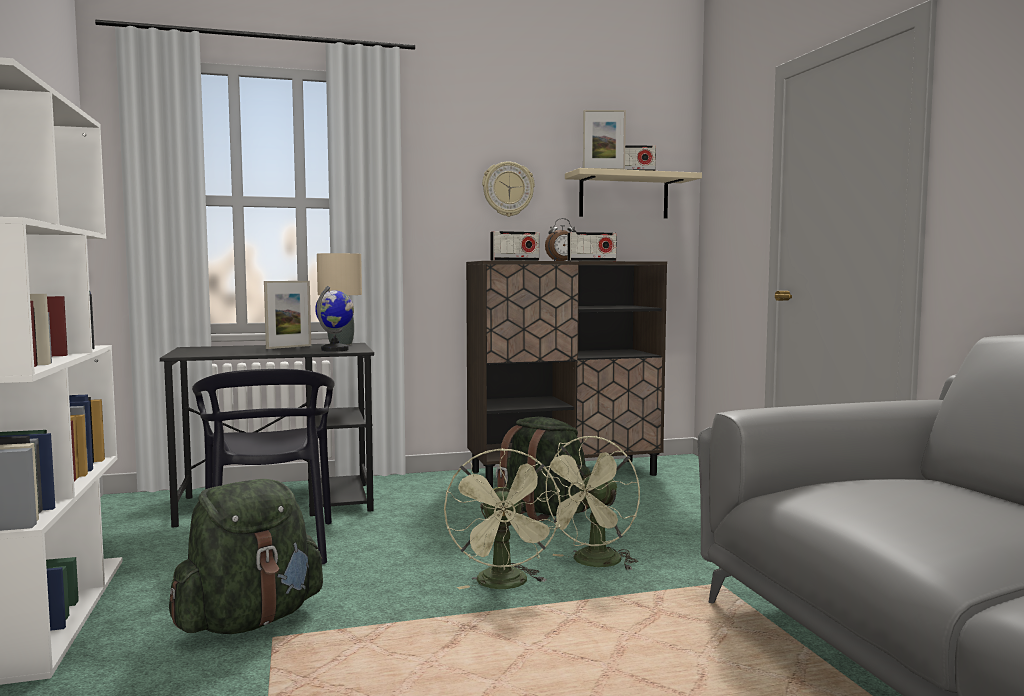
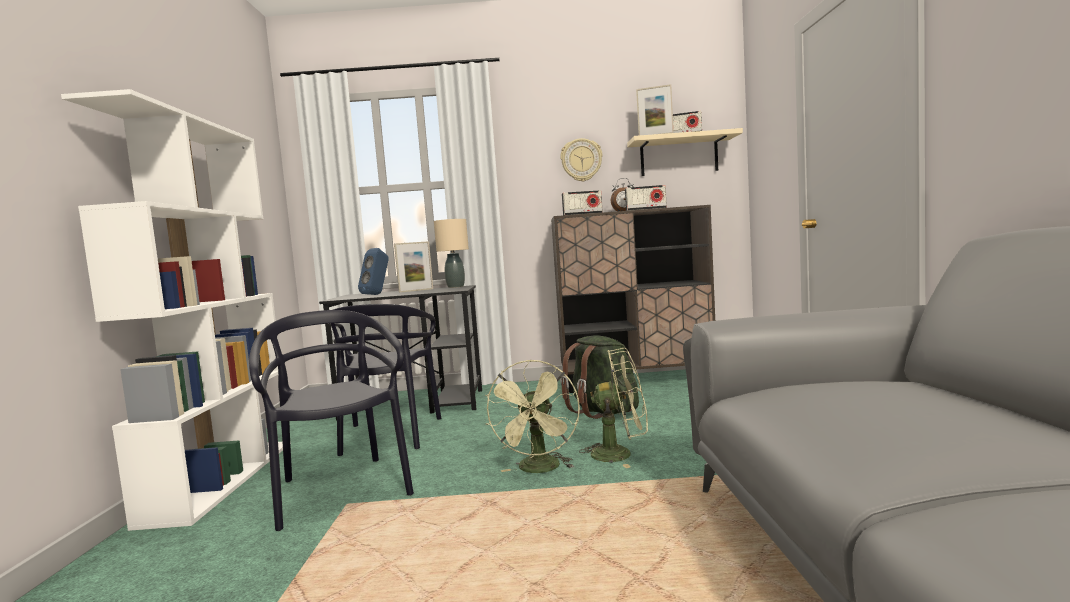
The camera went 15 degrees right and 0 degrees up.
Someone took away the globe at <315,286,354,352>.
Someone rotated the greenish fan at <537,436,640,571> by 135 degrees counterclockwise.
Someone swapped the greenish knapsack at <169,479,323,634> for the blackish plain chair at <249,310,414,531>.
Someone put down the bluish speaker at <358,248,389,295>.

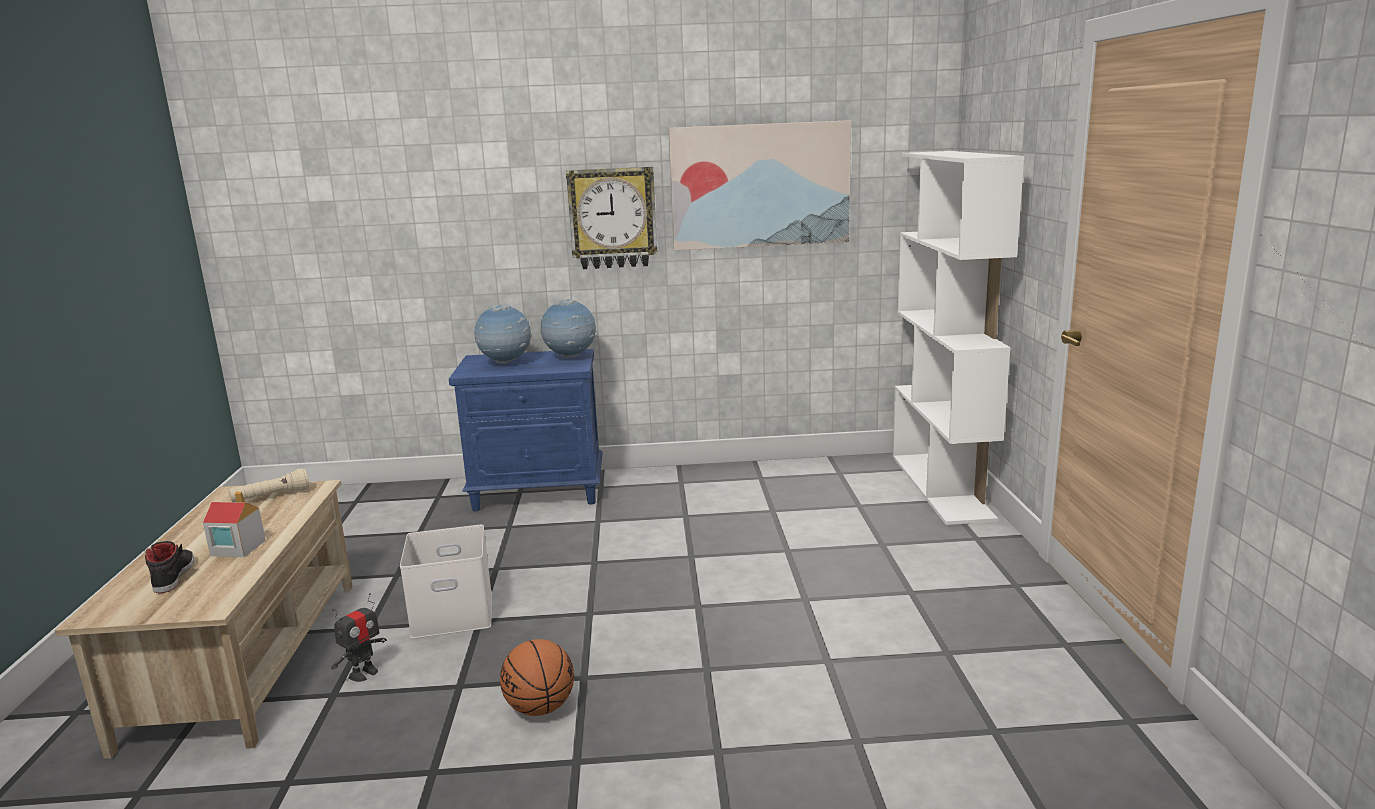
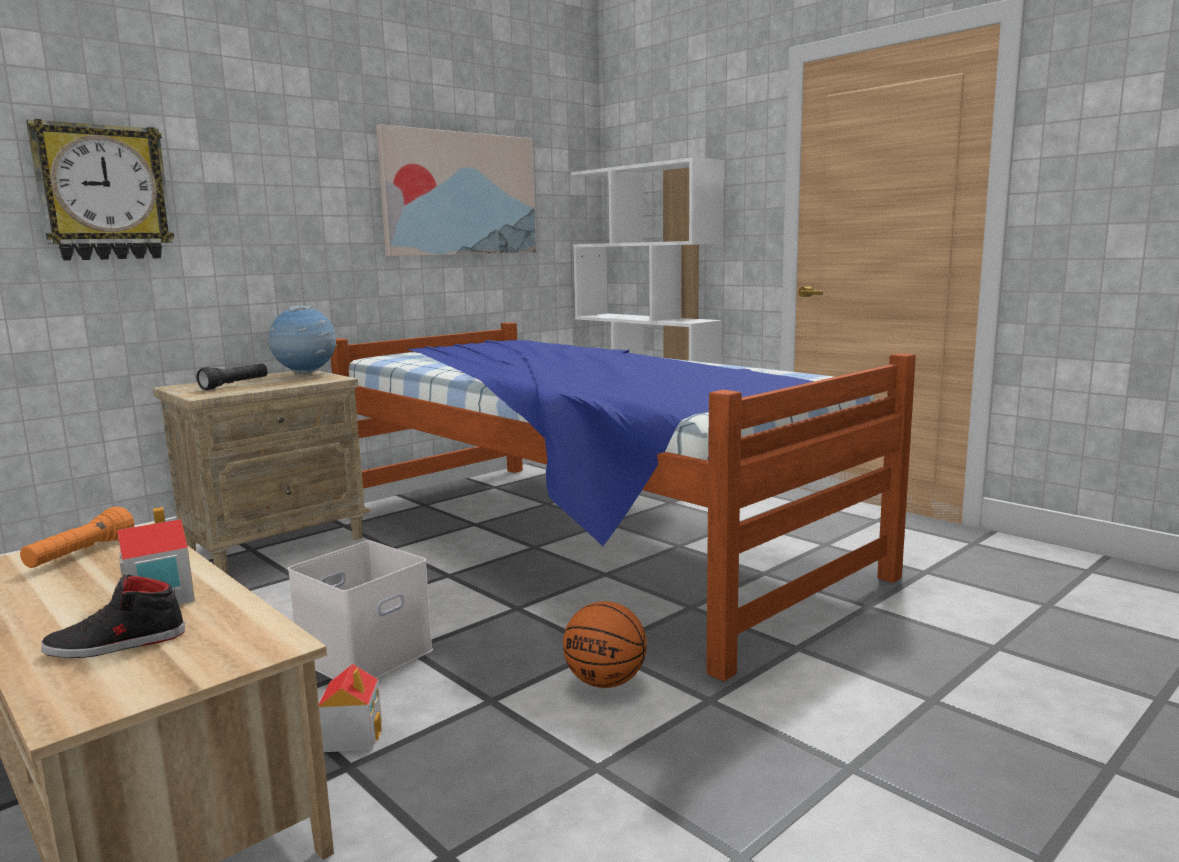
The camera went 40 degrees left and 5 degrees down.
Someone carried the clock on the wall from <566,167,657,269> to <26,119,174,261>.
Someone swapped the globe at <474,304,531,364> for the blackish hand torch at <197,363,267,390>.
Someone repainted the bluish nightstand at <449,349,603,511>, which became the sand-coloured nightstand at <153,371,371,574>.
Someone repainted the sand-coloured hand torch at <229,468,309,502>, which became the orange hand torch at <20,507,134,568>.
Someone rotated the blackish item of footwear at <143,541,194,593> by 60 degrees counterclockwise.
Someone swapped the model robot at <331,593,387,682> for the model house at <319,664,382,752>.
Someone put down the sleeping bed at <331,322,916,681>.

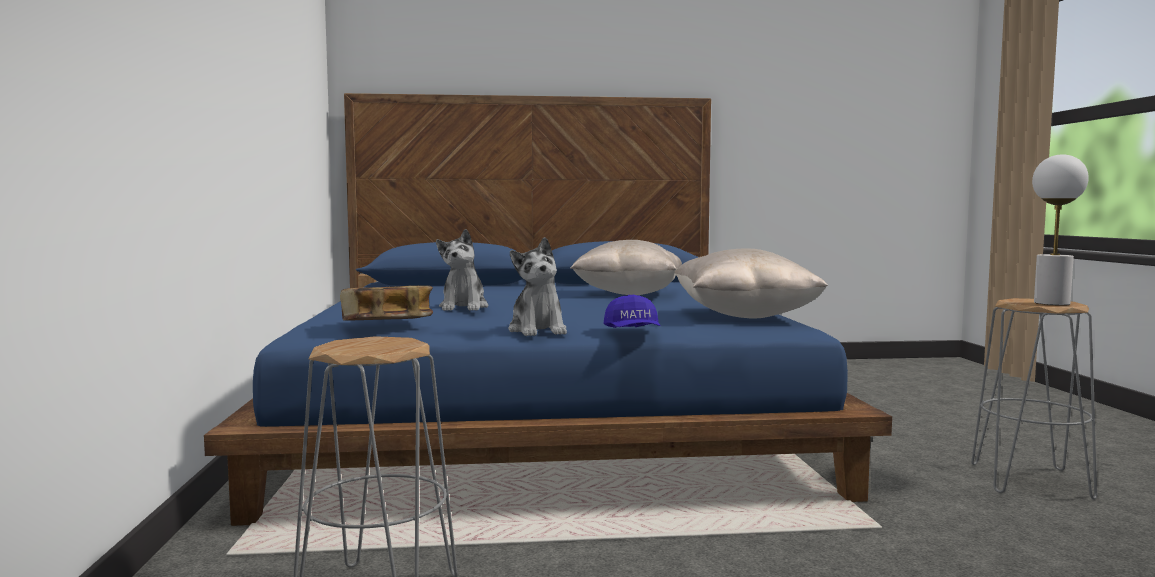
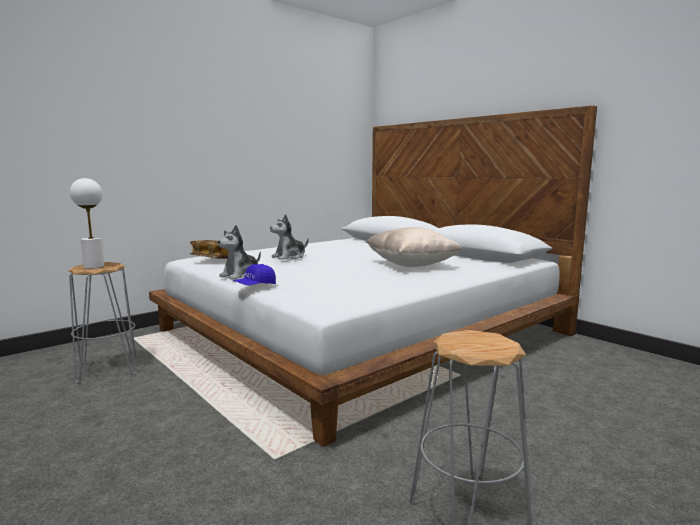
The camera went 55 degrees right and 5 degrees up.
Someone repainted the bluish sleeping bed at <204,93,892,526>, which became the white sleeping bed at <149,105,597,447>.
Someone carried the white tabletop lamp from <1032,154,1089,305> to <70,178,104,269>.
Someone took away the sand-coloured pillow at <674,249,828,318>.

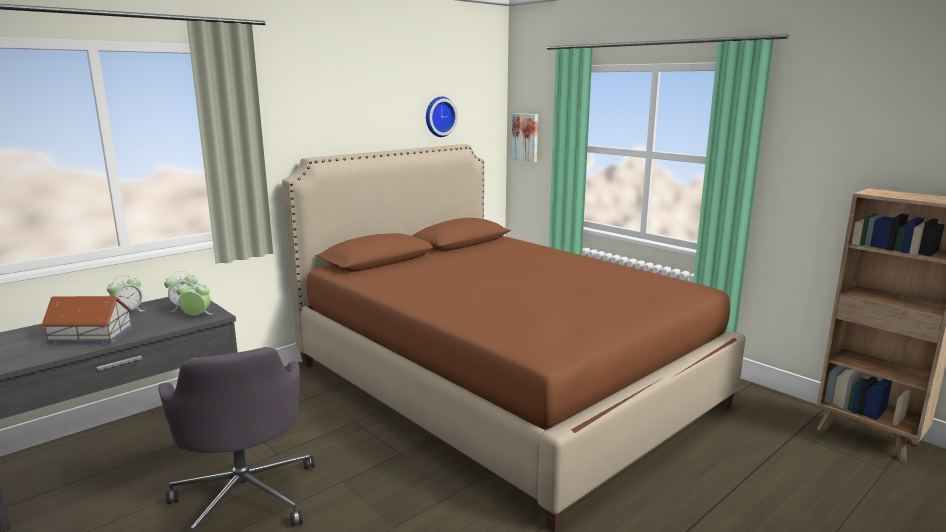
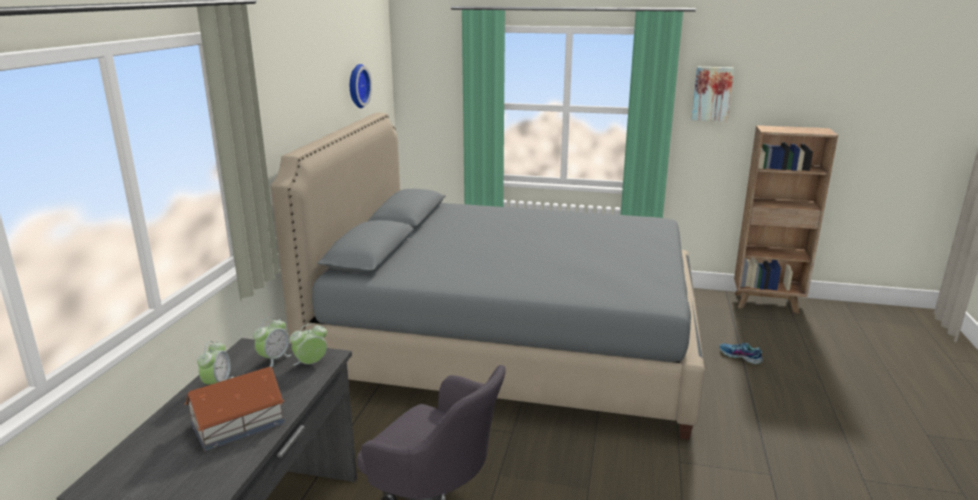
The camera went 35 degrees left and 5 degrees up.
Someone carried the wall picture from <512,113,538,163> to <691,67,734,122>.
Someone repainted the brown-coloured sleeping bed at <282,144,746,532>, which became the greyish sleeping bed at <271,113,705,440>.
Someone put down the item of footwear at <719,342,763,365>.

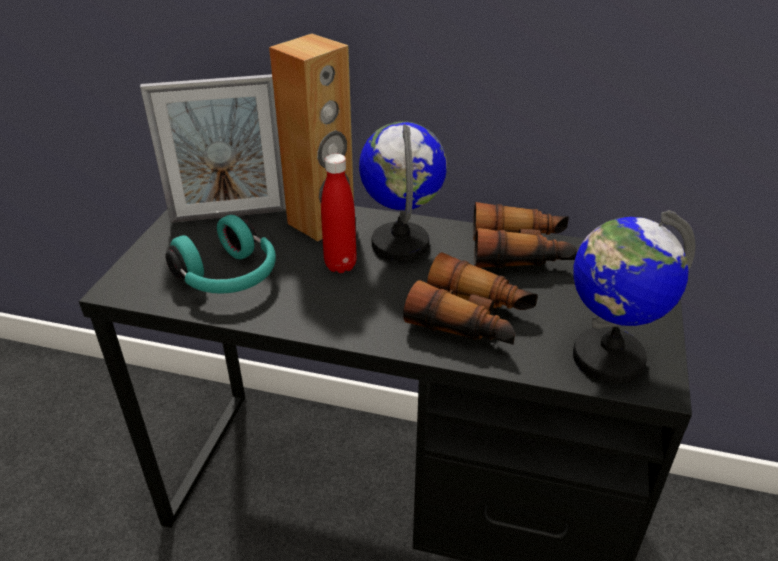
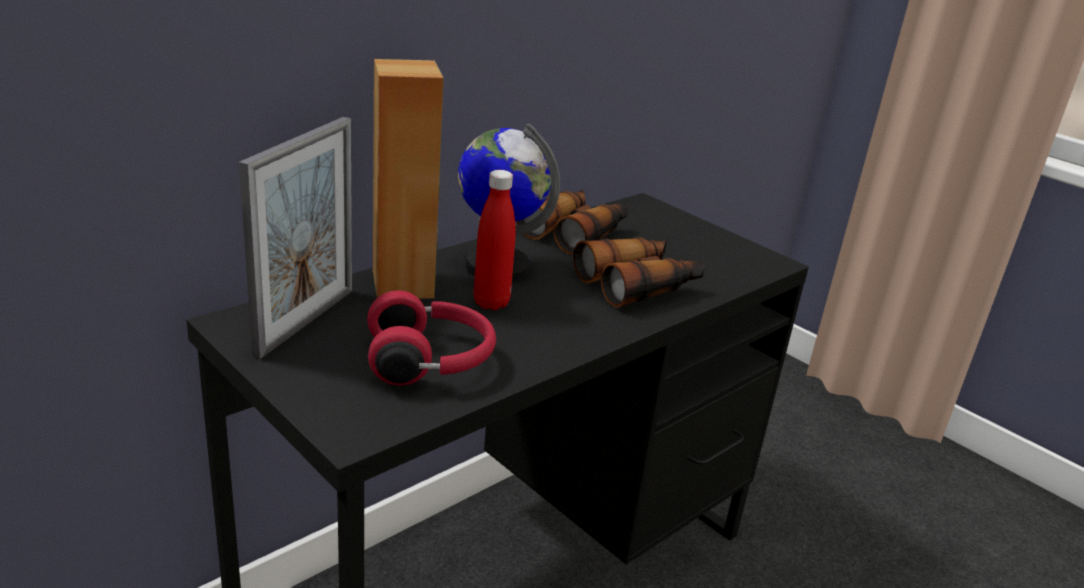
The camera went 60 degrees left and 10 degrees down.
Someone took away the globe at <573,210,695,384>.
Someone repainted the turquoise headphones at <165,215,276,294>, which became the red-coloured headphones at <367,290,496,385>.

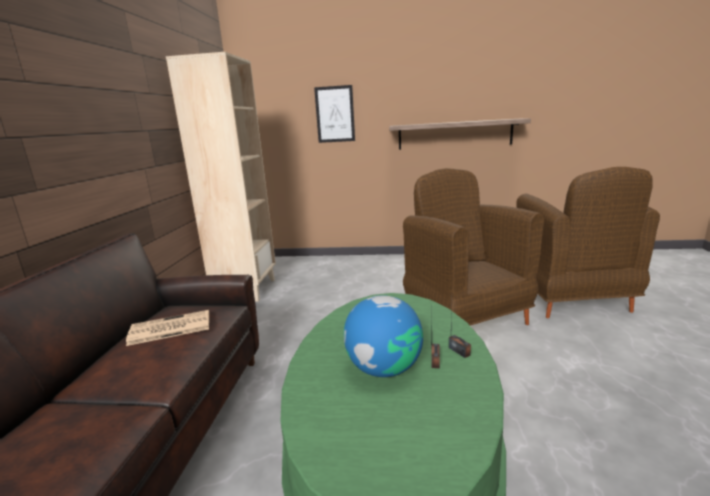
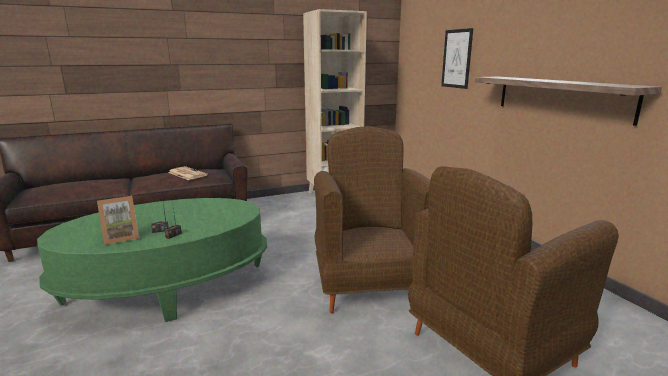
The camera went 60 degrees right and 0 degrees up.
Someone rotated the brown-coloured easy chair at <403,168,544,326> by 45 degrees counterclockwise.
Someone took away the globe at <344,295,423,377>.
Someone put down the picture frame at <97,196,139,245>.

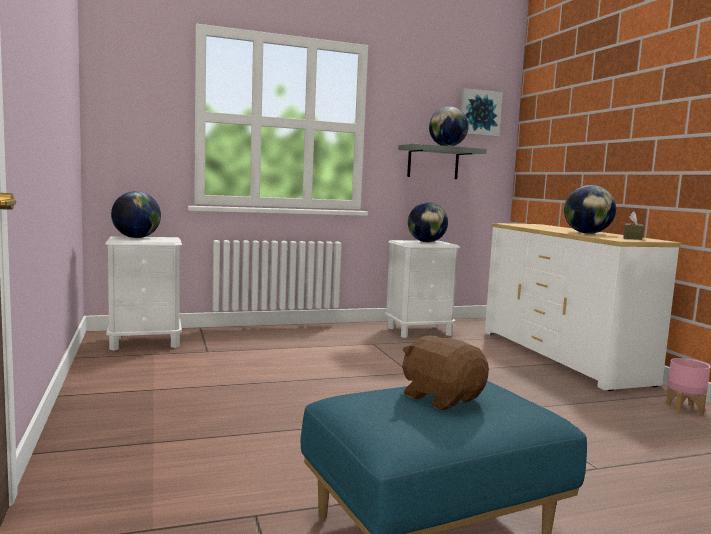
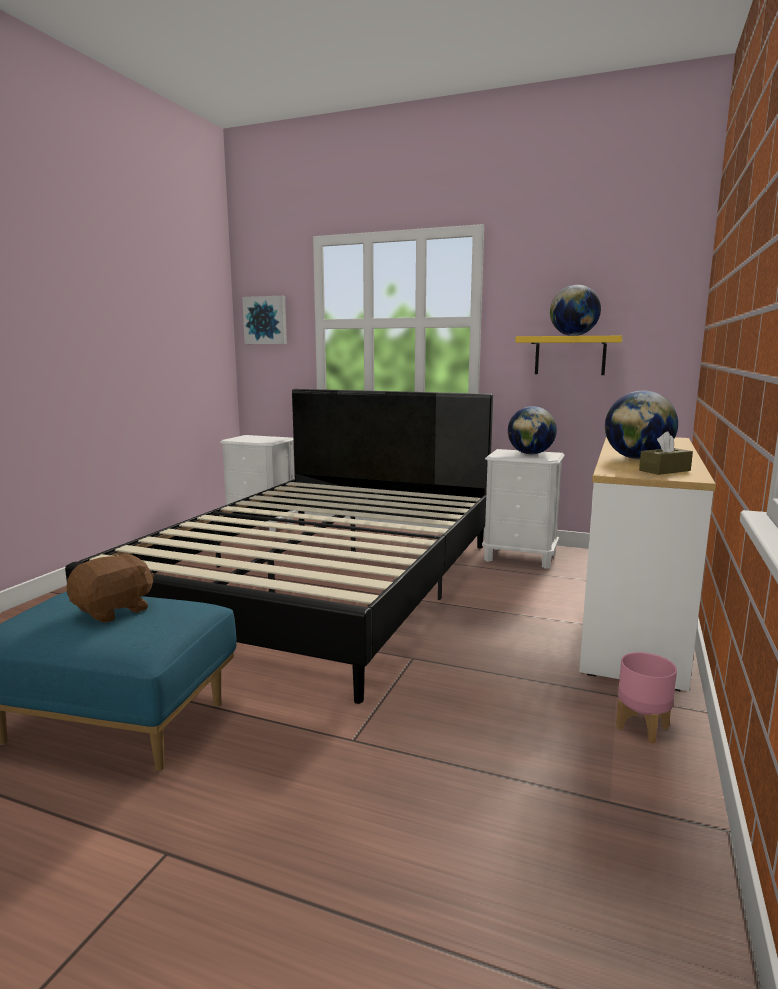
The camera went 40 degrees right and 5 degrees up.
Someone carried the wall picture from <460,88,503,137> to <242,296,287,344>.
Someone repainted the greyish bracket shelf at <398,144,487,179>, which became the yellow-coloured bracket shelf at <515,336,623,375>.
Someone took away the globe at <111,191,161,238>.
Someone rotated the brown-coloured plush toy at <402,335,489,410> by 45 degrees clockwise.
Someone put down the blackish sleeping bed at <65,389,493,704>.

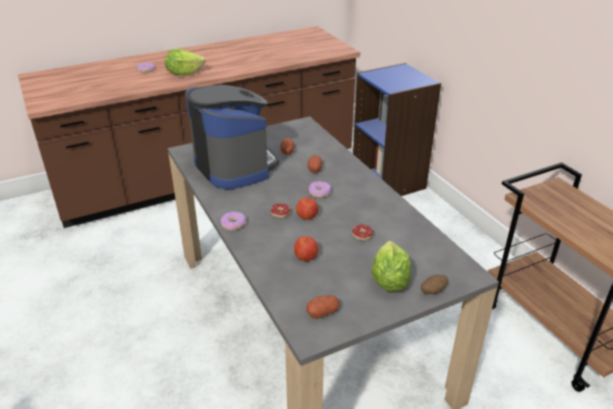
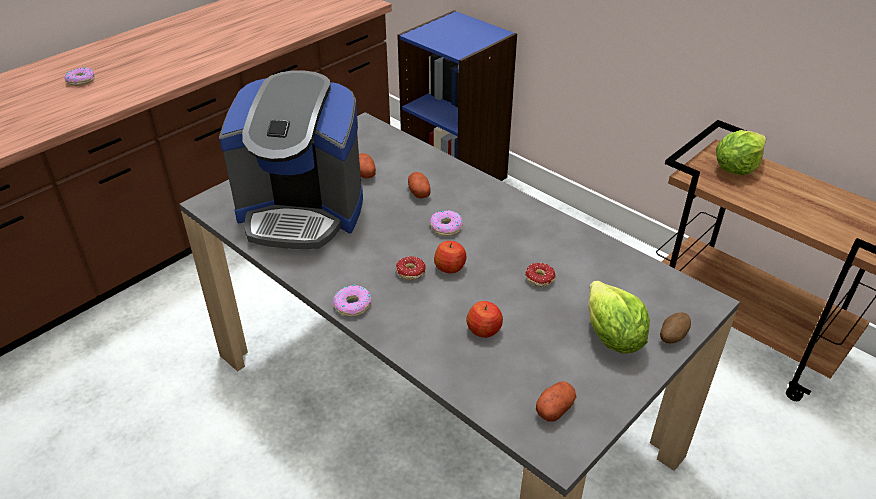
The camera went 20 degrees left and 5 degrees up.
Someone carried the lettuce from <165,49,205,76> to <716,130,766,175>.
Someone rotated the coffee machine at <185,85,279,189> by 150 degrees clockwise.

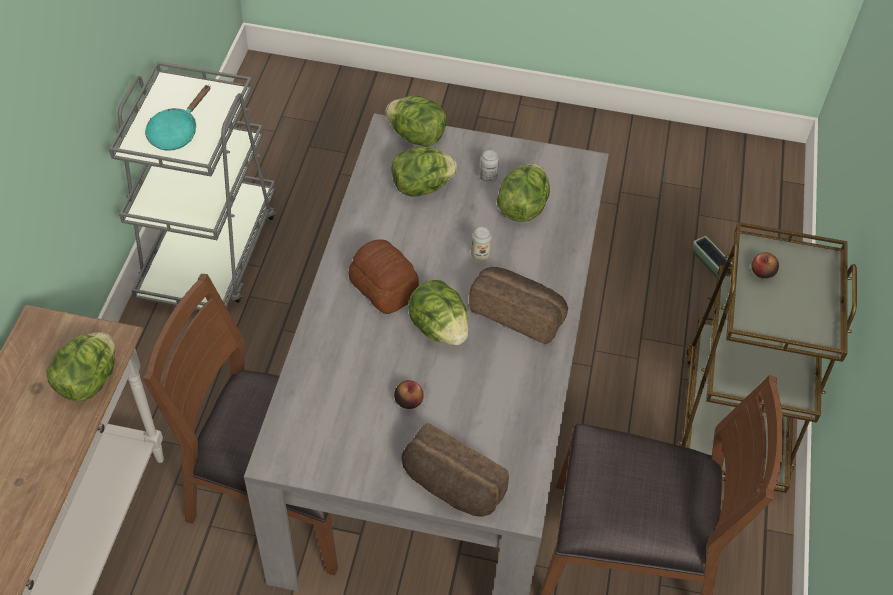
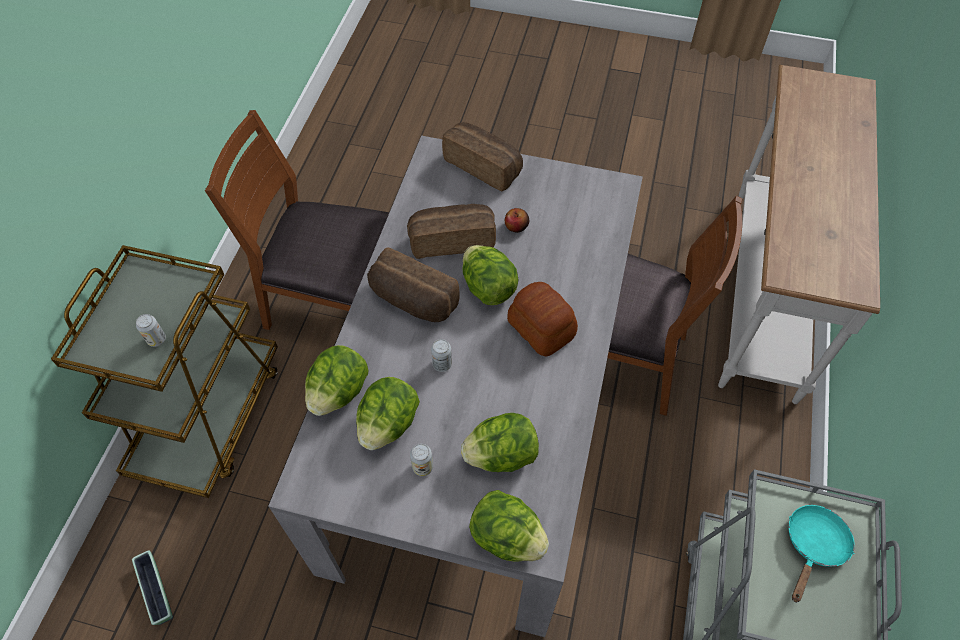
The camera went 175 degrees left and 5 degrees up.
Someone swapped the apple at <752,252,779,278> for the sealed can at <136,314,166,347>.
Someone carried the lettuce from <46,332,115,401> to <305,345,369,416>.
Someone put down the bread at <407,204,496,259>.

